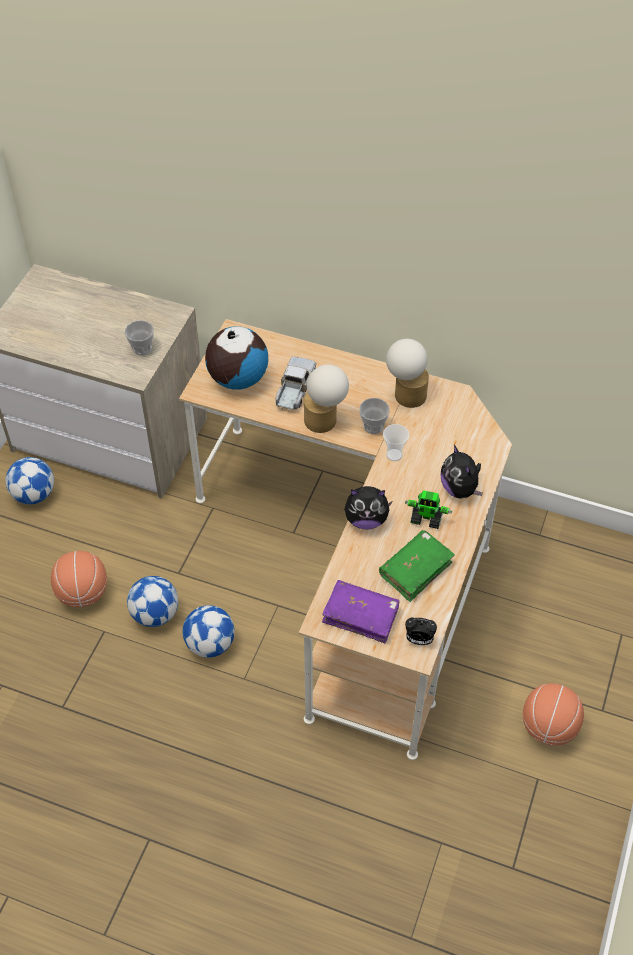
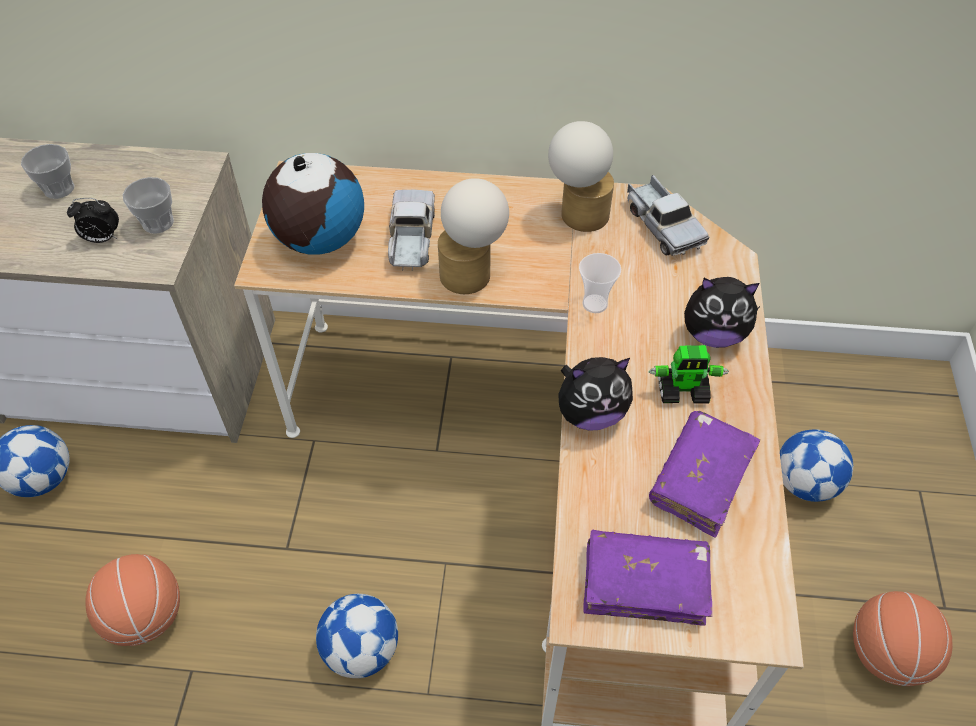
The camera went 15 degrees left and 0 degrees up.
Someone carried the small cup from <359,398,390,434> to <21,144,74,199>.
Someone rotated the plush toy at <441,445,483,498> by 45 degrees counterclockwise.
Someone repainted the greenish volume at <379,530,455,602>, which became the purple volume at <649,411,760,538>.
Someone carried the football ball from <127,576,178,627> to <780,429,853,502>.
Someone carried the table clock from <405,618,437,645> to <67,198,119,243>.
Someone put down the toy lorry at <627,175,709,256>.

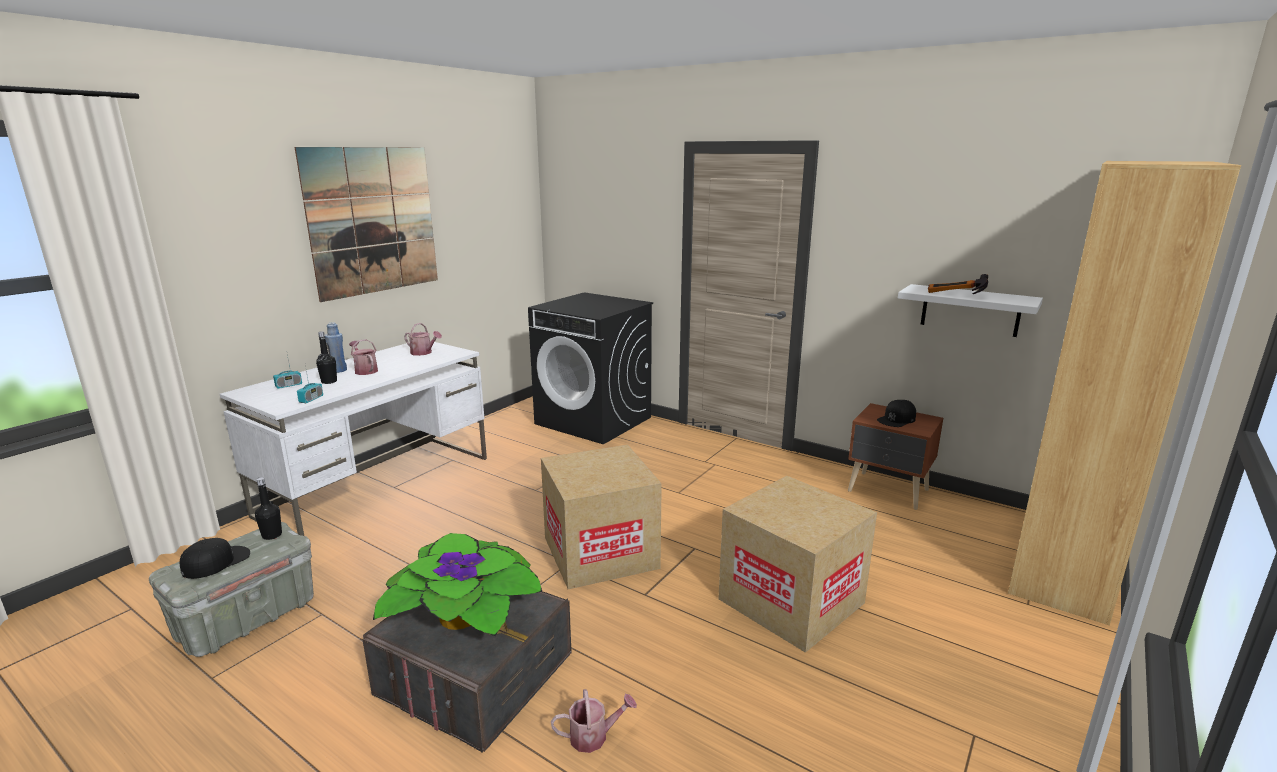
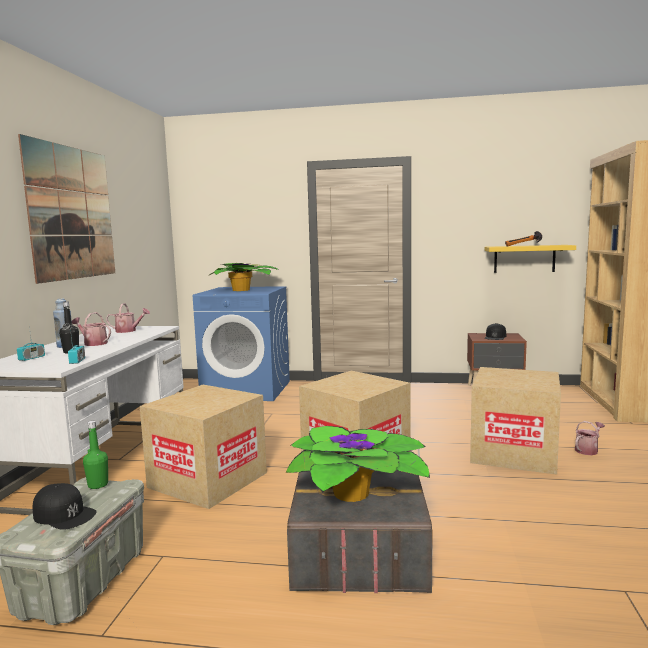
The camera went 25 degrees left and 10 degrees down.
Someone repainted the white bracket shelf at <898,284,1043,337>, which became the yellow-coloured bracket shelf at <485,245,576,273>.
Someone repainted the blackish laundry appliance at <528,292,653,444>, which became the bluish laundry appliance at <193,286,290,401>.
Someone repainted the blackish drink bottle at <255,477,282,540>, which became the greenish drink bottle at <83,421,108,489>.
Someone rotated the blackish cap at <180,538,250,579> by 105 degrees clockwise.
Someone carried the sprinkling can from <551,689,637,753> to <575,421,605,455>.
Someone put down the houseplant at <210,263,279,291>.
Someone put down the cardboard box at <140,385,267,509>.

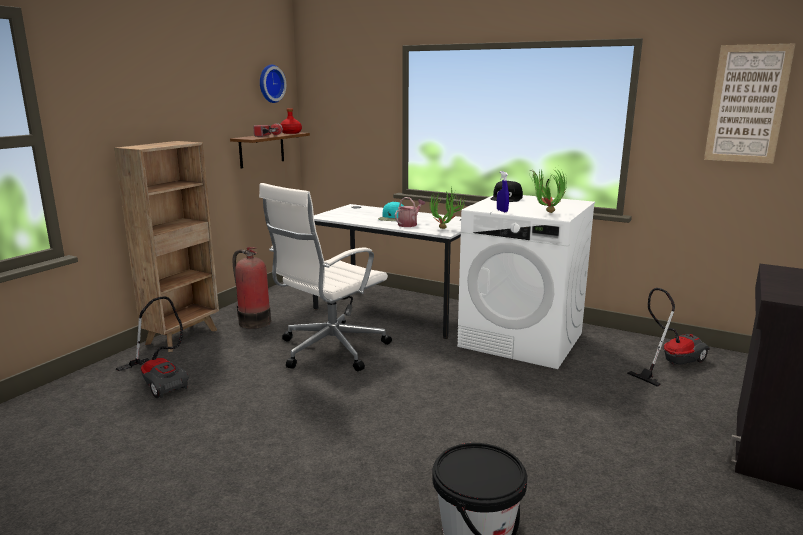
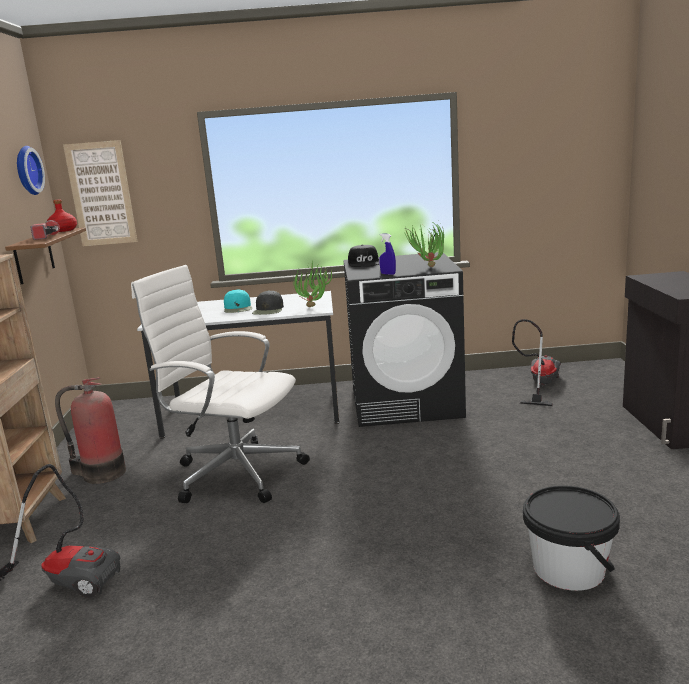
The camera went 30 degrees left and 0 degrees up.
Someone carried the wall picture from <704,44,795,163> to <63,140,138,246>.
Someone rotated the white computer chair at <259,183,392,371> by 105 degrees clockwise.
Someone repainted the white laundry appliance at <457,195,595,369>, which became the blackish laundry appliance at <343,252,466,427>.
Someone swapped the sprinkling can at <395,197,425,227> for the blackish cap at <252,290,284,315>.

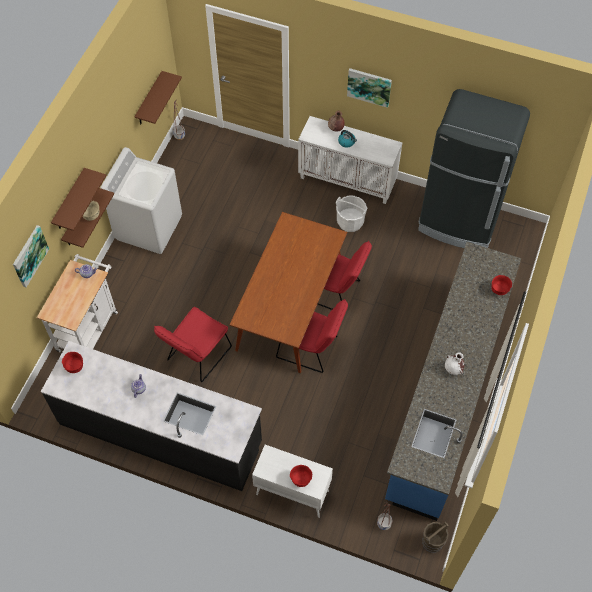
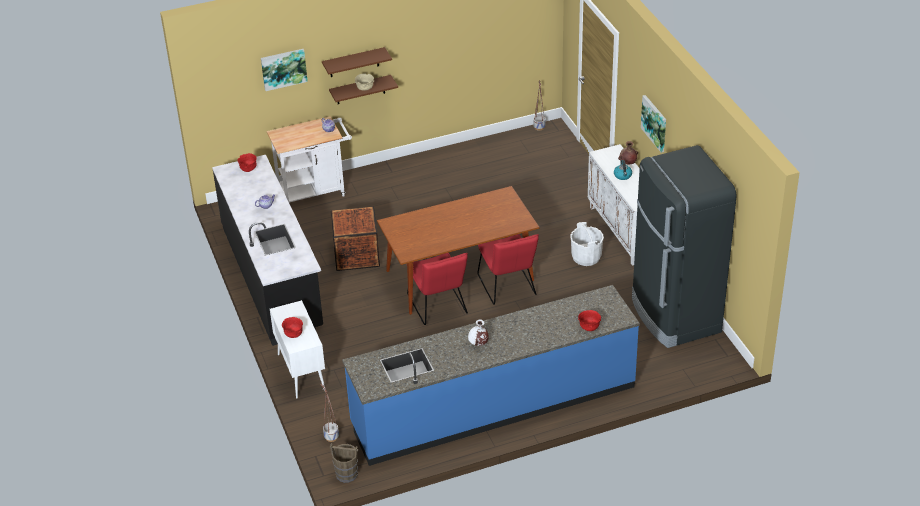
The camera went 50 degrees right and 20 degrees down.
Someone took away the brown-coloured bracket shelf at <134,71,182,124>.
Someone took away the white laundry appliance at <101,147,182,254>.
Someone swapped the red-coloured plain chair at <154,307,232,382> for the packing crate at <331,207,380,271>.

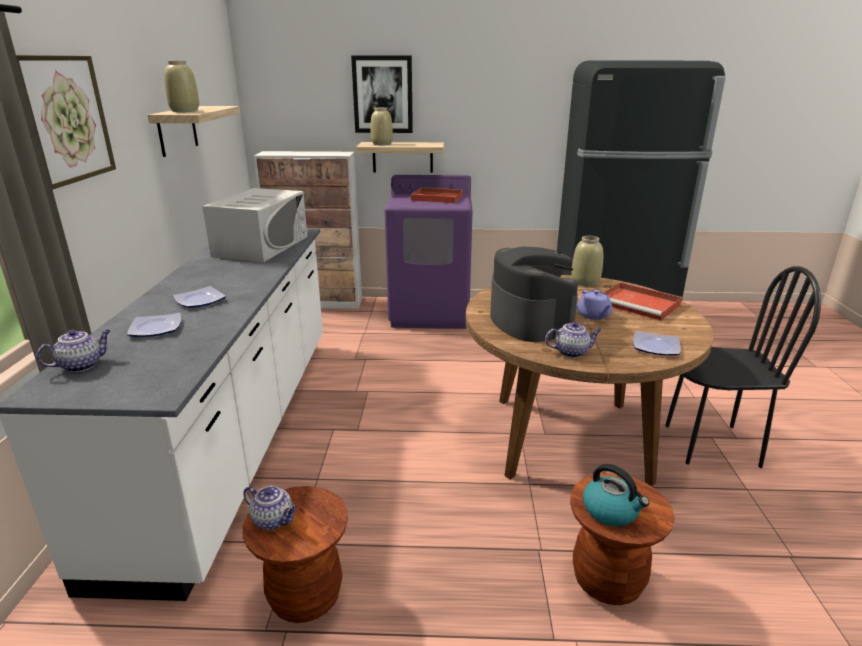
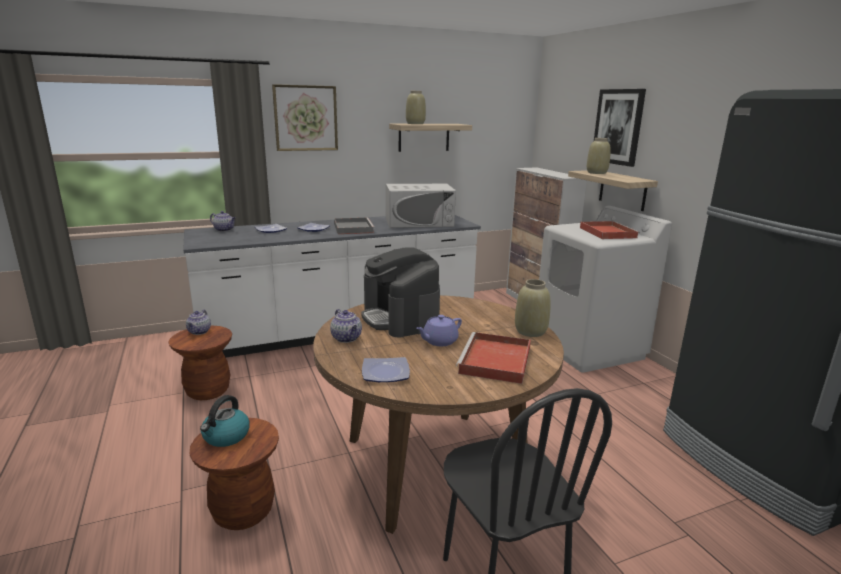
The camera went 65 degrees right and 5 degrees down.
Someone repainted the purple laundry appliance at <385,175,473,329>, which became the white laundry appliance at <539,206,672,373>.
Someone rotated the coffee machine at <490,247,578,342> by 105 degrees clockwise.
Someone put down the greyish carrying tray at <334,217,375,234>.

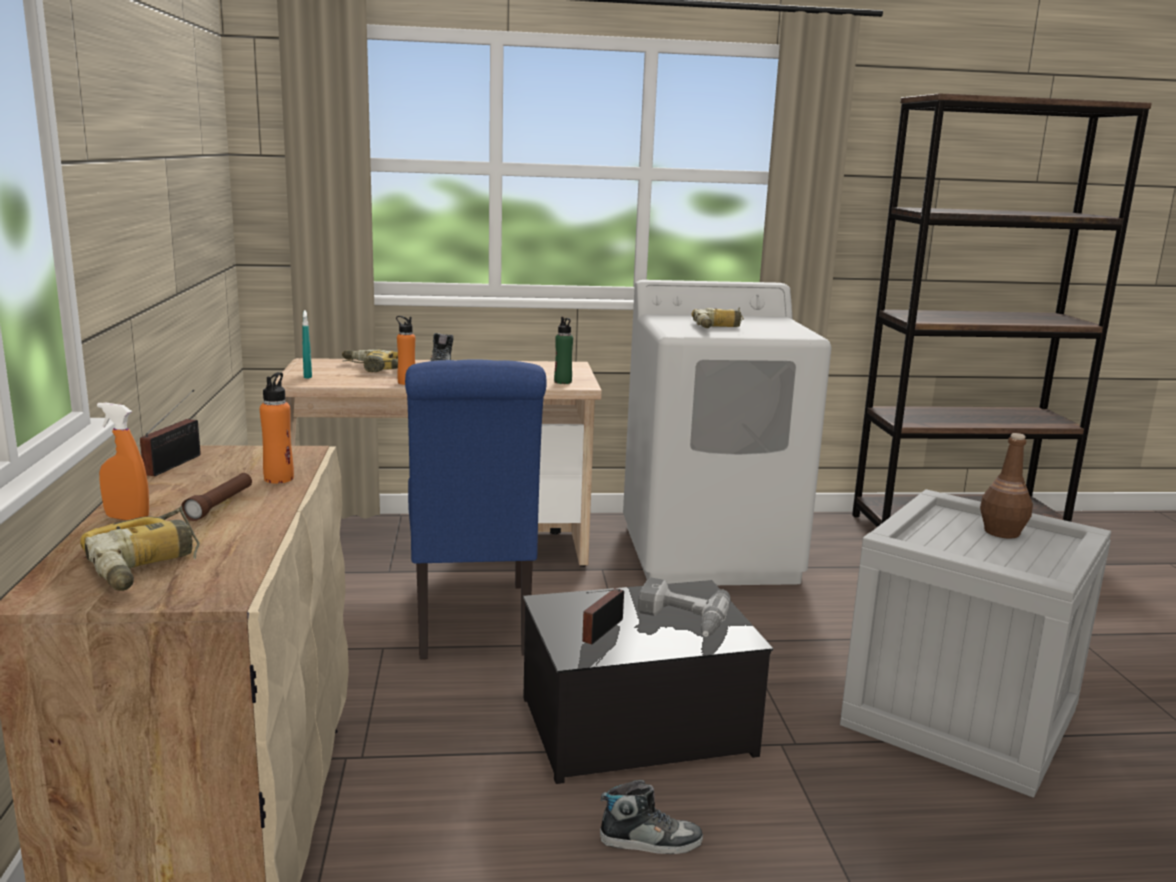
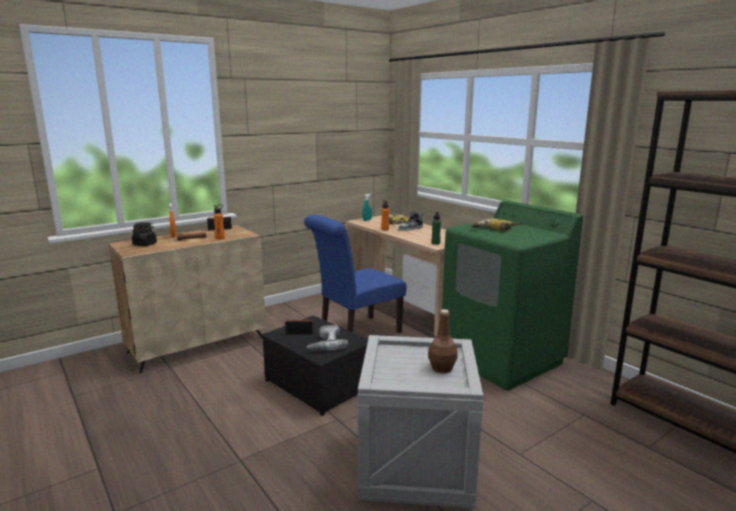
The camera went 60 degrees right and 0 degrees up.
Someone repainted the white laundry appliance at <623,280,832,585>, which became the greenish laundry appliance at <442,200,583,390>.
Someone swapped the power drill at <80,506,200,591> for the blackish jar at <132,222,157,246>.
Someone took away the item of footwear at <600,780,703,854>.

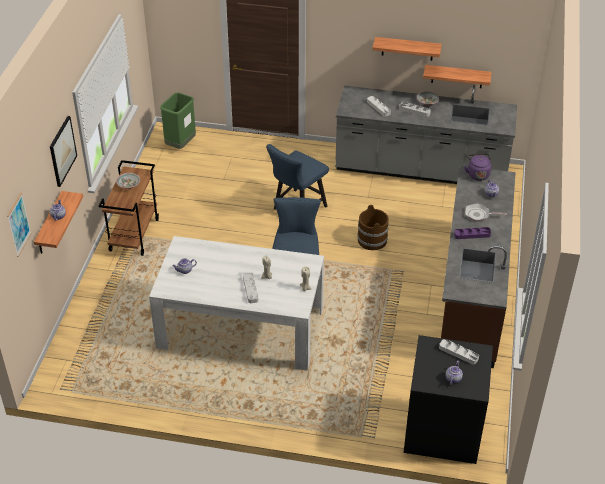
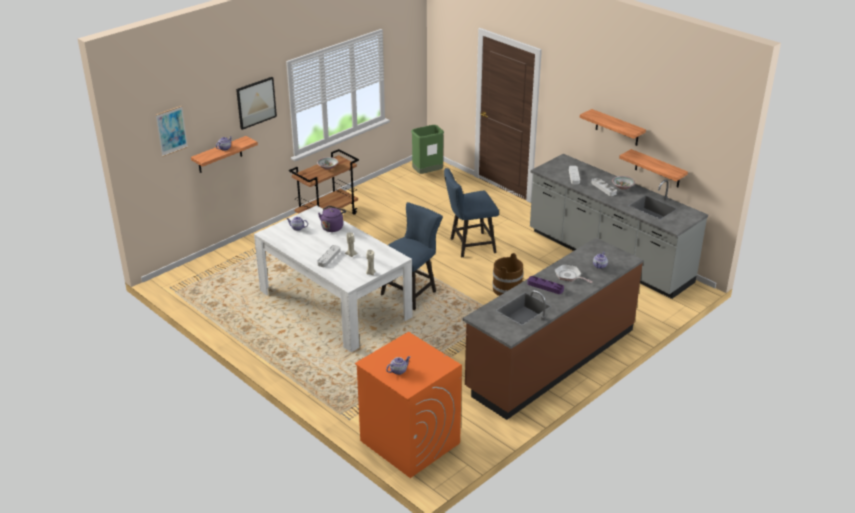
The camera went 35 degrees right and 10 degrees down.
Someone carried the purple tea kettle from <465,153,491,181> to <318,206,346,232>.
Someone repainted the blackish laundry appliance at <404,335,493,464>, which became the orange laundry appliance at <355,332,462,478>.
Someone took away the greyish carrying tray at <439,339,479,365>.

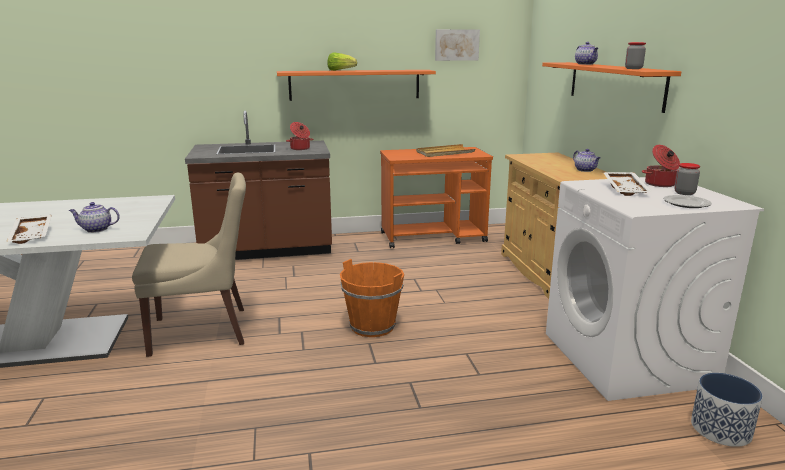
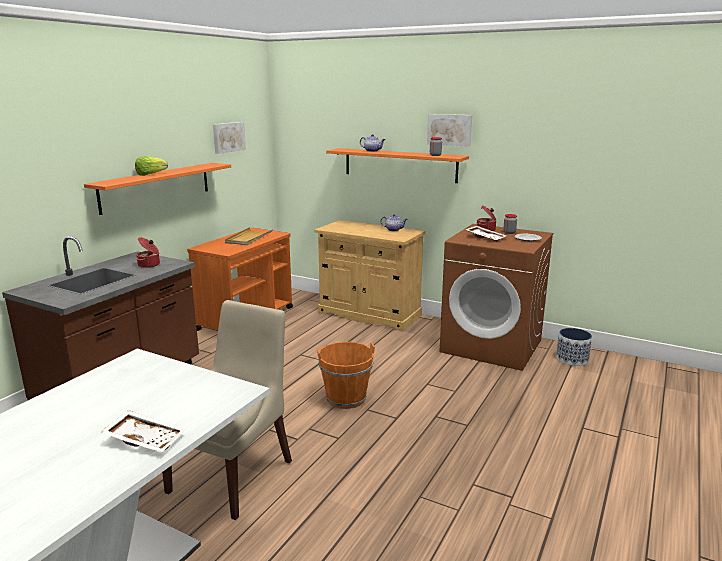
The camera went 50 degrees left and 0 degrees up.
Someone repainted the white laundry appliance at <546,177,764,401>, which became the brown-coloured laundry appliance at <440,224,553,371>.
Someone took away the pot for tea at <69,202,120,233>.
Someone put up the wall picture at <427,114,472,147>.

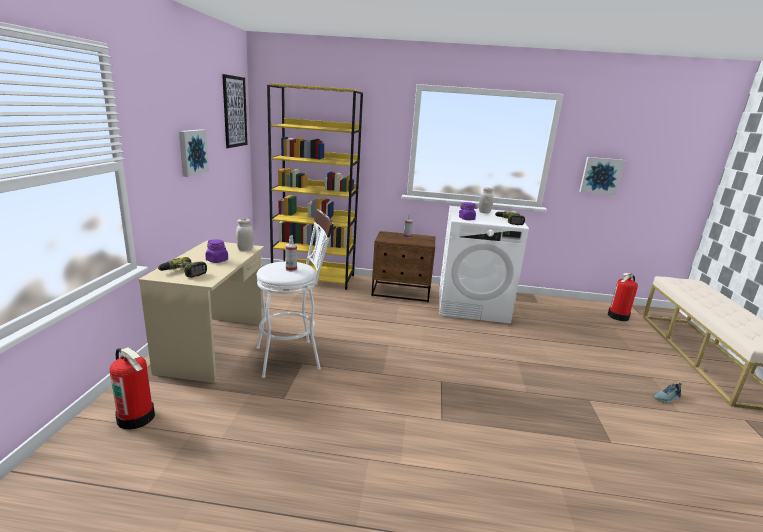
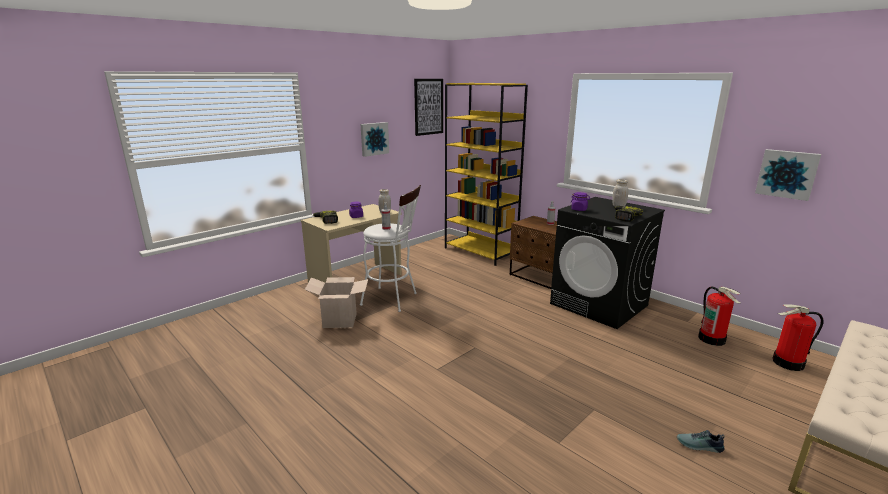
The camera went 40 degrees right and 0 degrees up.
Someone repainted the white laundry appliance at <439,206,529,324>, which became the blackish laundry appliance at <550,197,665,329>.
Someone carried the fire extinguisher from <110,347,155,430> to <698,287,741,346>.
Someone put down the cardboard box at <305,277,368,328>.

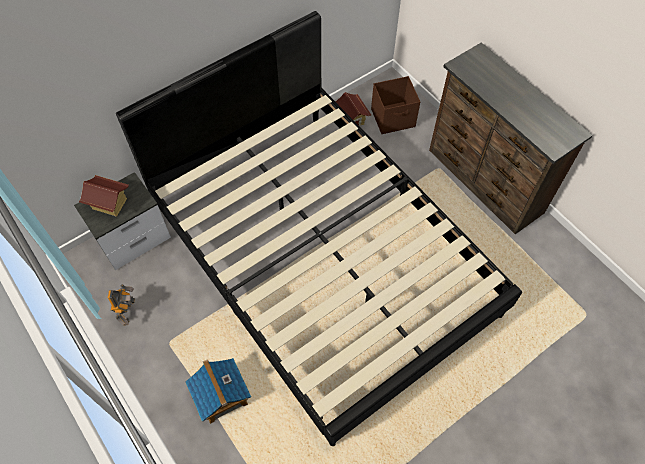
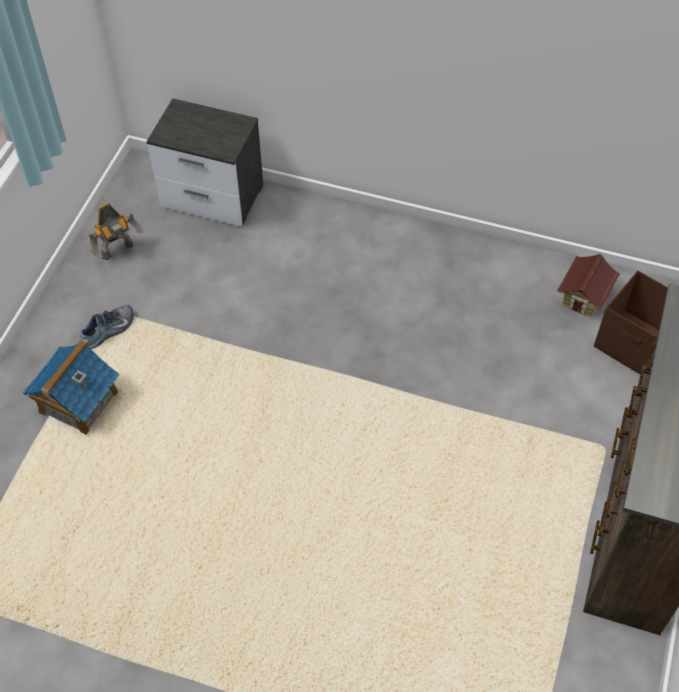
The camera went 55 degrees right and 5 degrees down.
Someone took away the blackish sleeping bed at <116,11,522,446>.
Someone took away the model house at <79,175,129,217>.
Someone put down the item of footwear at <80,305,134,349>.

